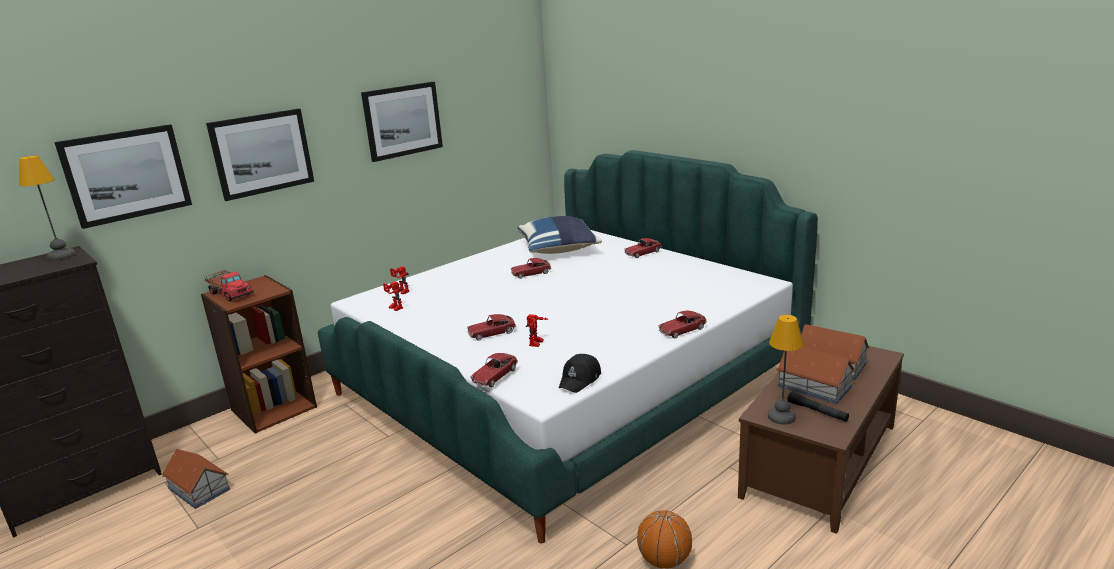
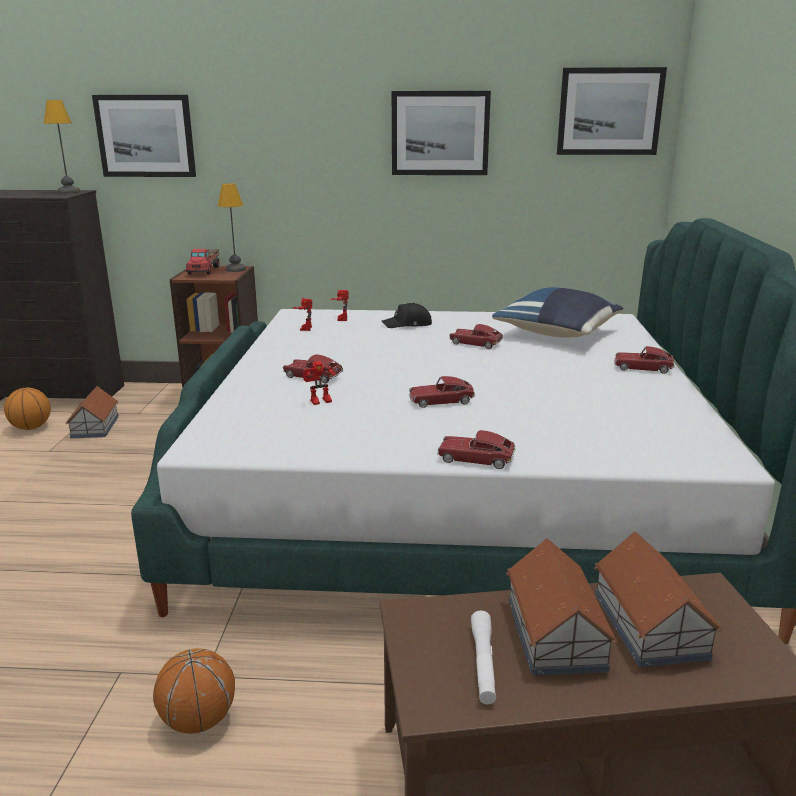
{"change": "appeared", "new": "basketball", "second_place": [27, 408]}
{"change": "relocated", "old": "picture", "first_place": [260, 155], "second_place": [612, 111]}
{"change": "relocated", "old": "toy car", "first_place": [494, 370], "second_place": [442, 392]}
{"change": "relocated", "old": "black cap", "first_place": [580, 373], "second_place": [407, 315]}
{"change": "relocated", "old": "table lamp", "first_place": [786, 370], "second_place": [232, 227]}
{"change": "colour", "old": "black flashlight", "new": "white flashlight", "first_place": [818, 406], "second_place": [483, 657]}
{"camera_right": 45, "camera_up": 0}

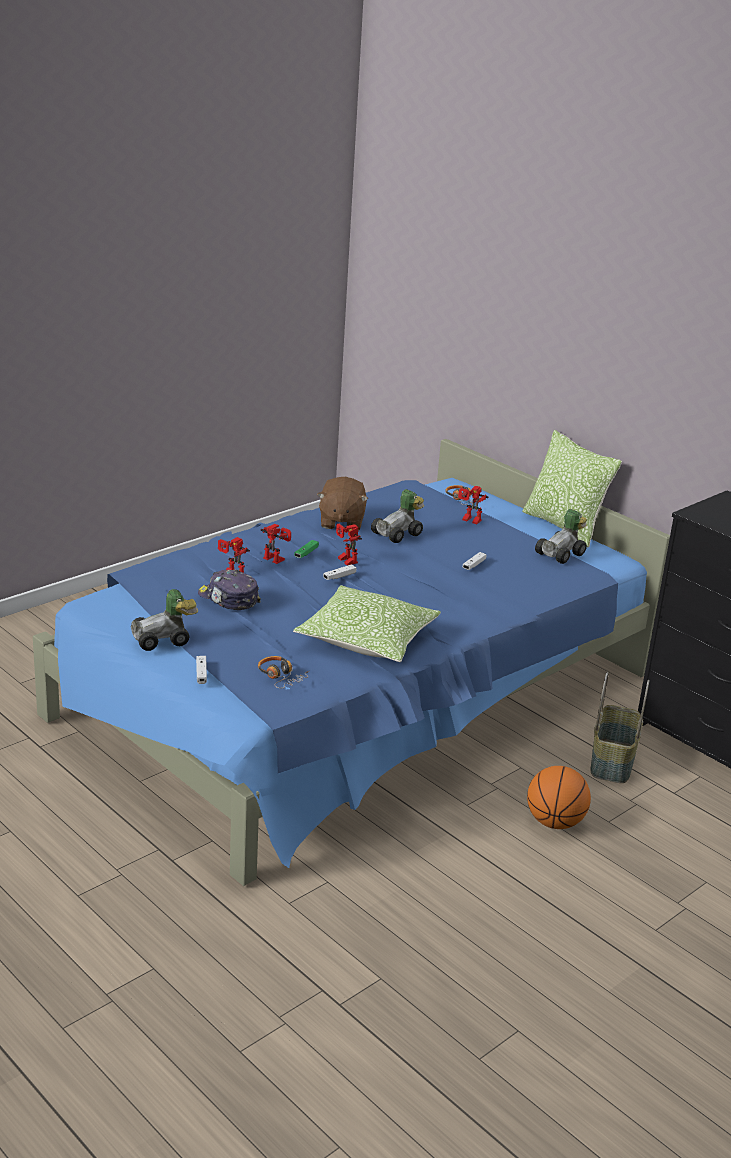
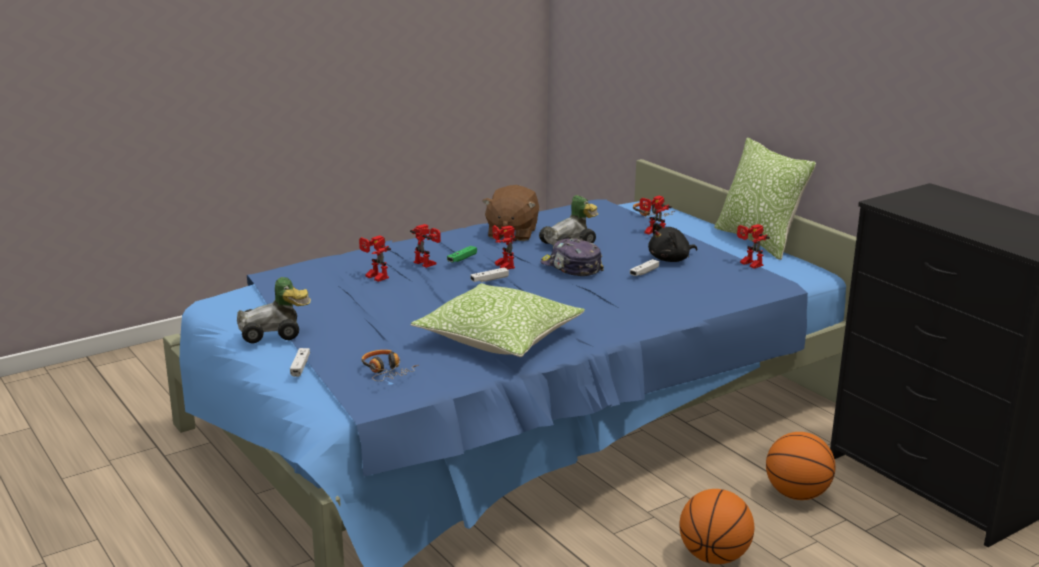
{"change": "appeared", "new": "black plush toy", "second_place": [673, 242]}
{"change": "relocated", "old": "cap", "first_place": [229, 590], "second_place": [572, 257]}
{"change": "exchanged", "old": "toy car", "new": "toy robot", "first_place": [561, 536], "second_place": [753, 246]}
{"change": "exchanged", "old": "basket", "new": "basketball", "first_place": [620, 727], "second_place": [801, 466]}
{"camera_right": 10, "camera_up": -5}

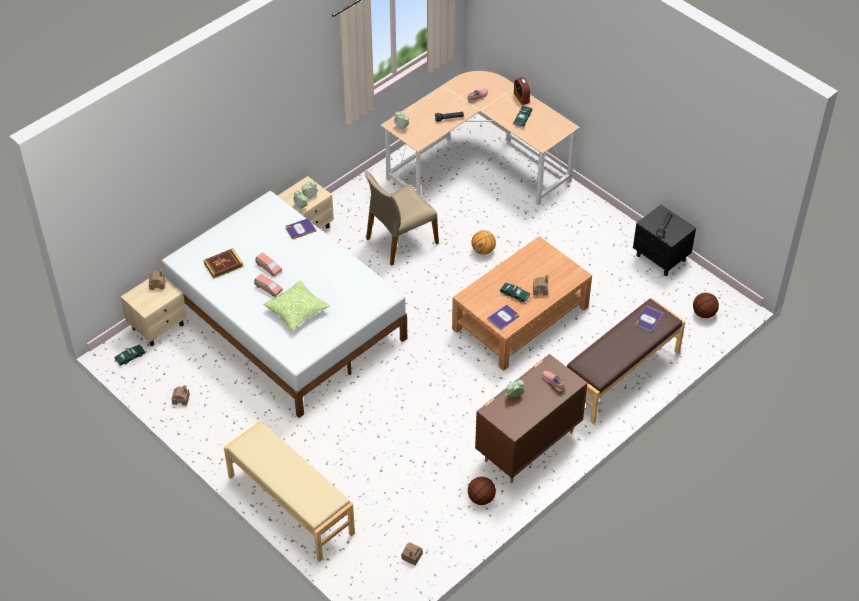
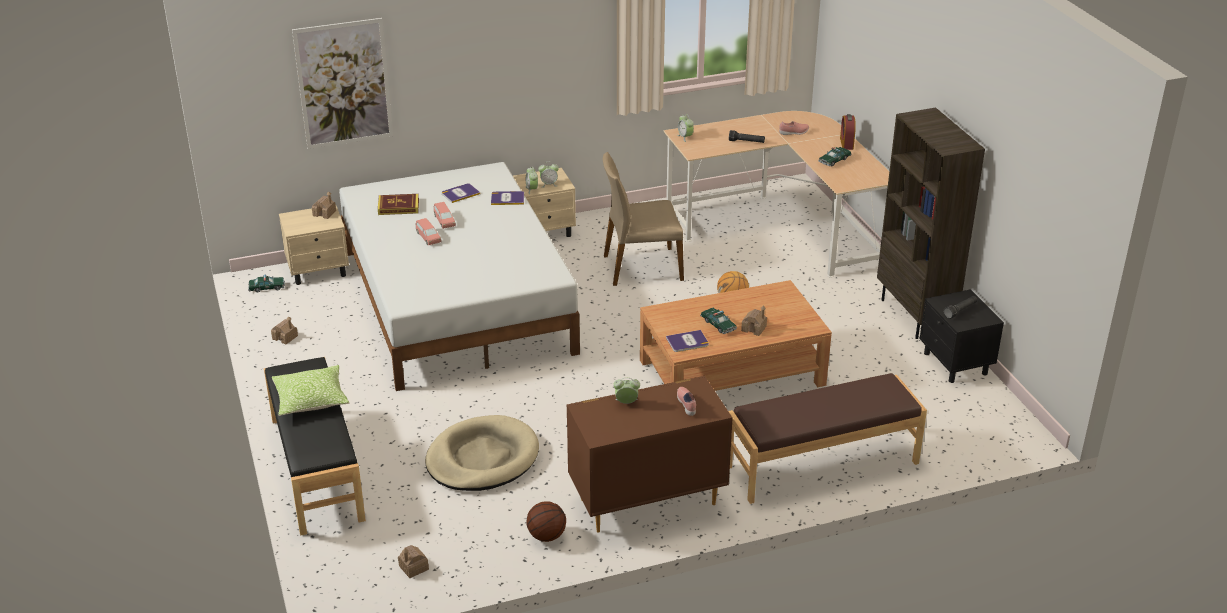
{"change": "missing", "old": "basketball", "first_place": [706, 305]}
{"change": "appeared", "new": "picture", "second_place": [342, 83]}
{"change": "appeared", "new": "beige dog bed", "second_place": [482, 453]}
{"change": "appeared", "new": "brown bookcase", "second_place": [931, 223]}
{"change": "relocated", "old": "pillow", "first_place": [297, 305], "second_place": [310, 390]}
{"change": "relocated", "old": "book", "first_place": [648, 319], "second_place": [461, 193]}
{"change": "colour", "old": "beige bench", "new": "black bench", "first_place": [289, 491], "second_place": [315, 446]}
{"camera_right": 25, "camera_up": -15}

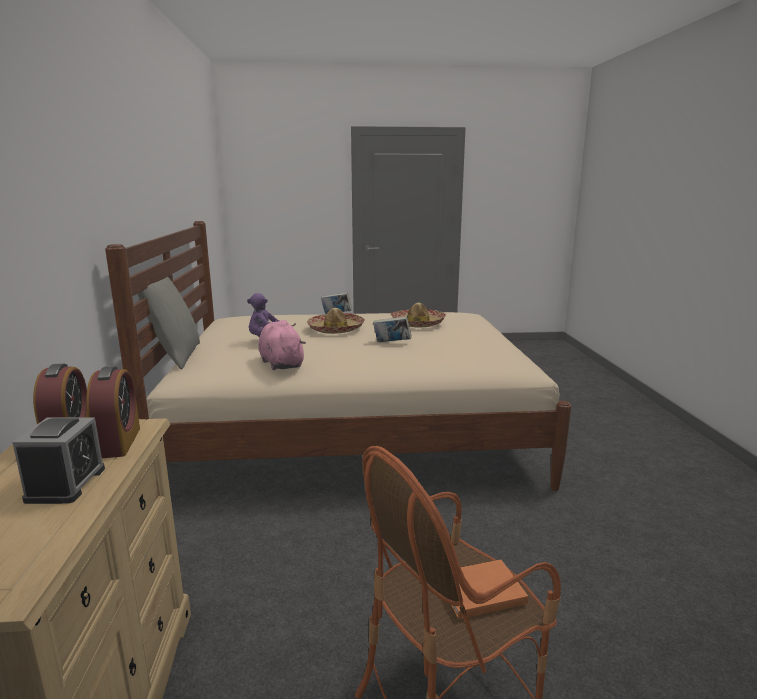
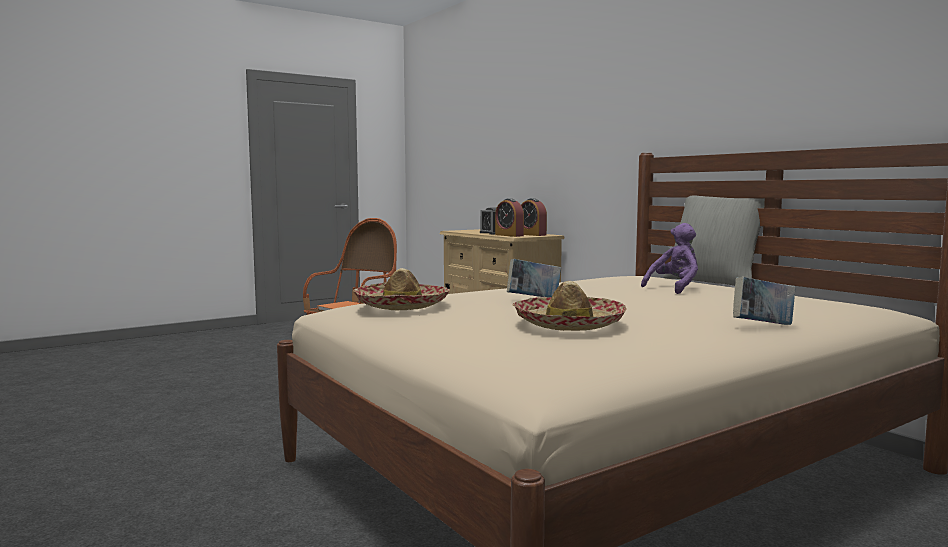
{"change": "missing", "old": "pink plush toy", "first_place": [282, 345]}
{"change": "relocated", "old": "hat", "first_place": [336, 321], "second_place": [401, 289]}
{"camera_right": 150, "camera_up": -10}

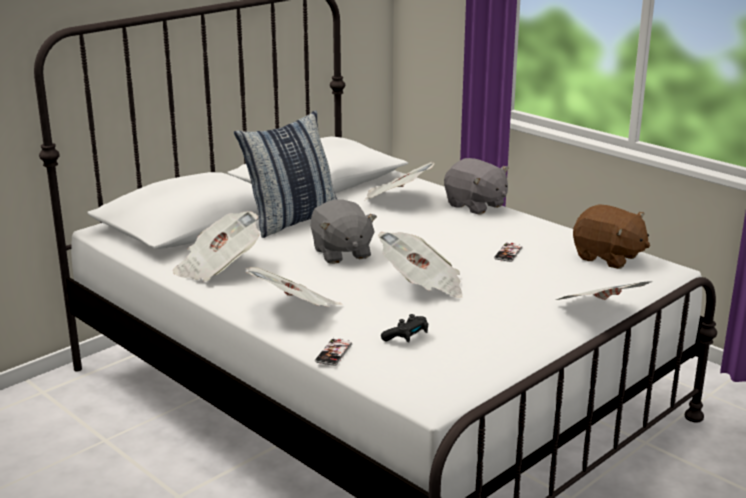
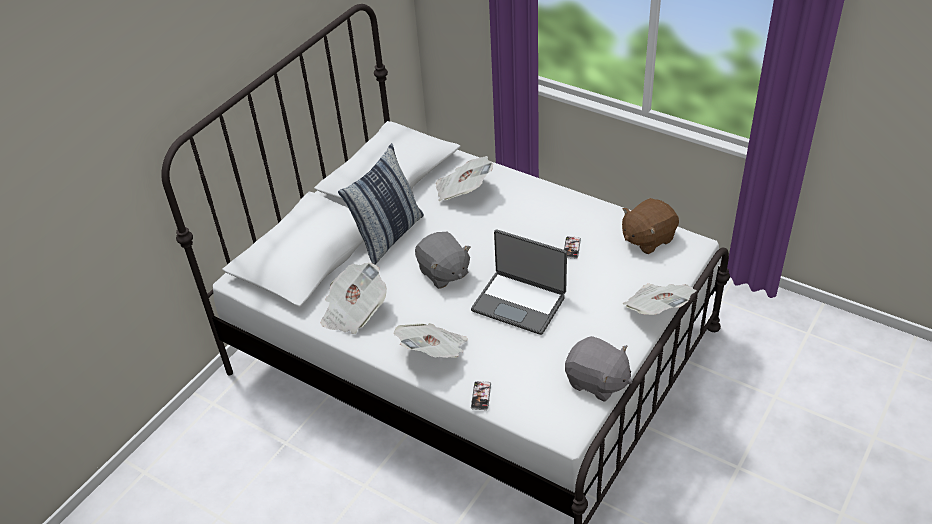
{"change": "missing", "old": "black game controller", "first_place": [404, 328]}
{"change": "relocated", "old": "grey plush toy", "first_place": [476, 186], "second_place": [598, 369]}
{"change": "exchanged", "old": "newspaper", "new": "laptop", "first_place": [420, 265], "second_place": [519, 282]}
{"change": "spun", "old": "brown plush toy", "first_place": [611, 236], "second_place": [650, 226], "degrees": 120}
{"camera_right": -10, "camera_up": 20}

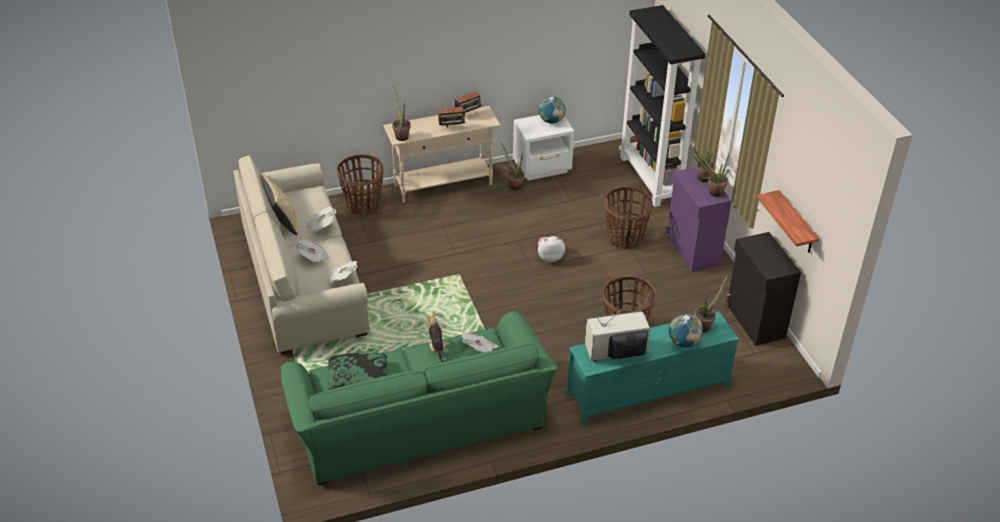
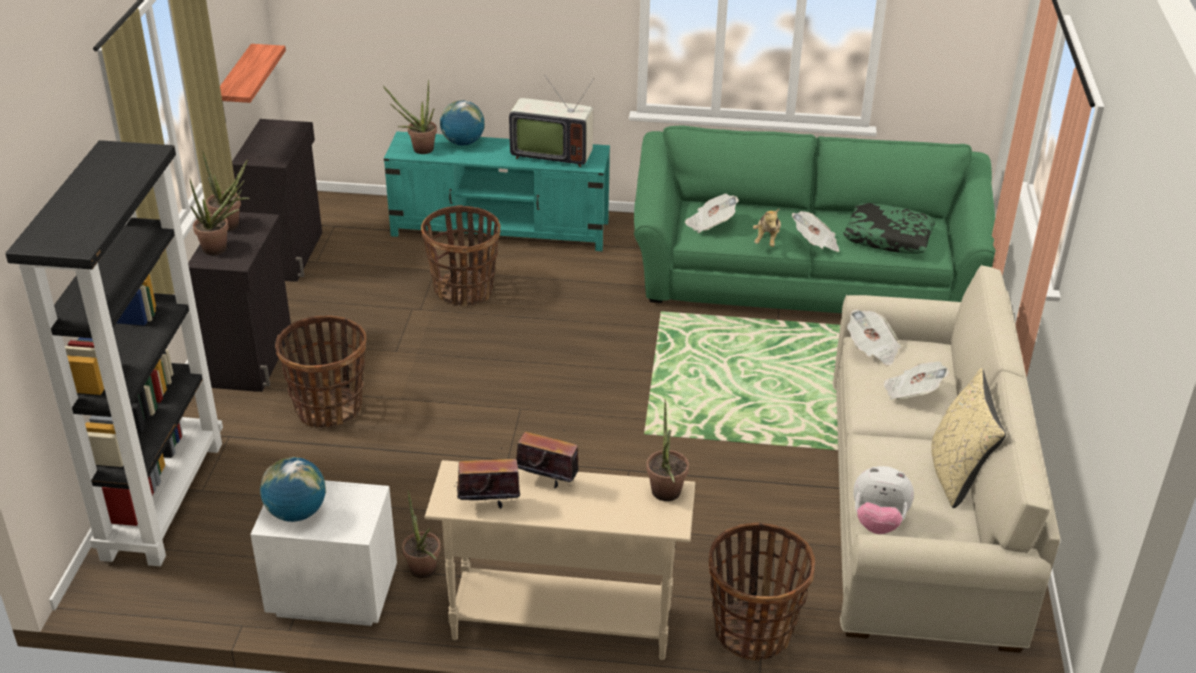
{"change": "relocated", "old": "newspaper", "first_place": [320, 220], "second_place": [815, 231]}
{"change": "relocated", "old": "plush toy", "first_place": [551, 249], "second_place": [884, 500]}
{"change": "colour", "old": "purple cabinet", "new": "black cabinet", "first_place": [698, 219], "second_place": [240, 302]}
{"camera_right": -155, "camera_up": -5}

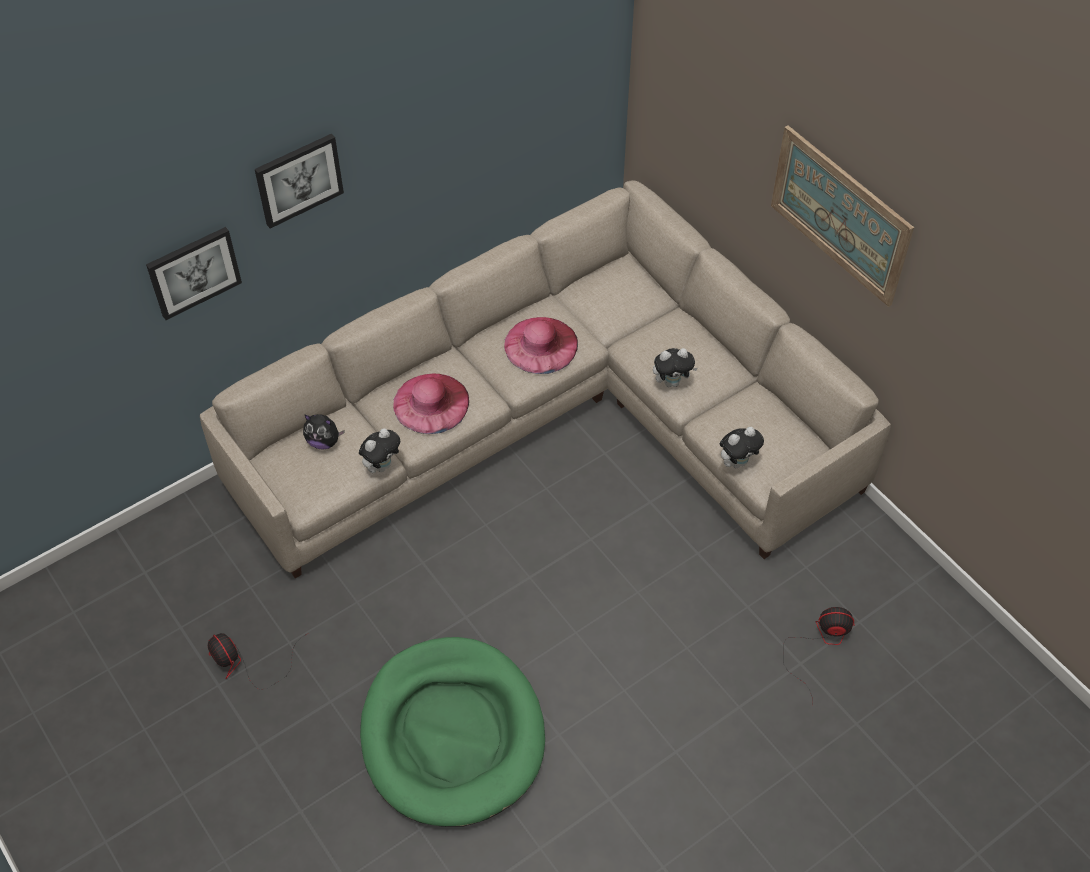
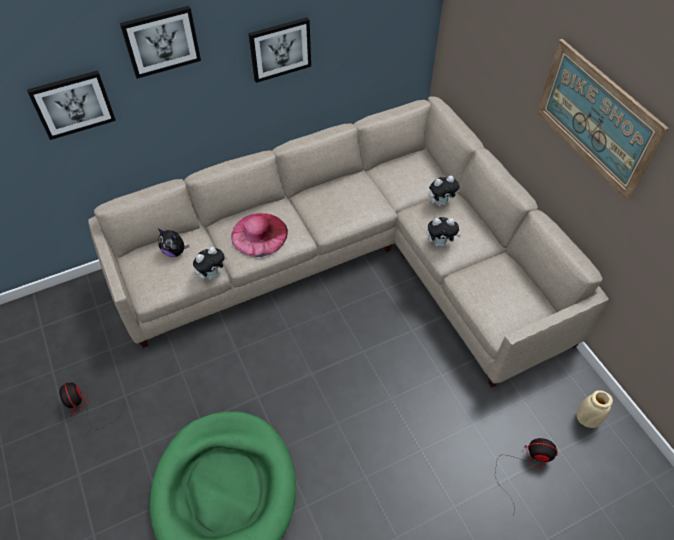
{"change": "missing", "old": "pink hat", "first_place": [541, 345]}
{"change": "appeared", "new": "picture", "second_place": [280, 50]}
{"change": "appeared", "new": "beige vase", "second_place": [595, 409]}
{"change": "relocated", "old": "plush toy", "first_place": [742, 447], "second_place": [444, 191]}
{"camera_right": 10, "camera_up": 0}

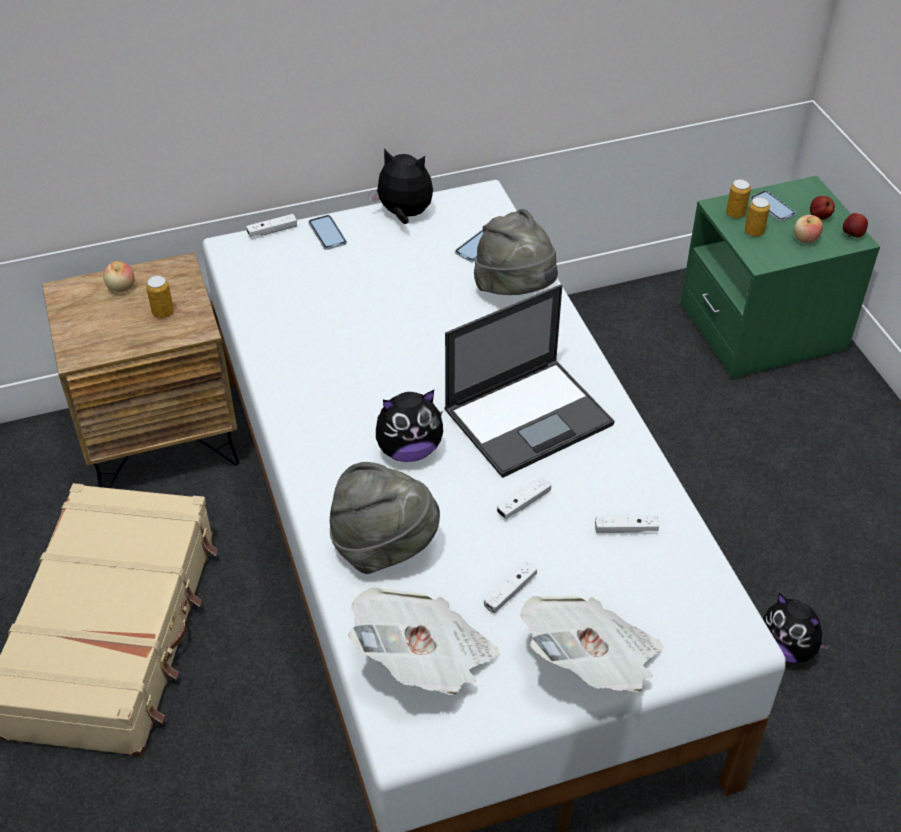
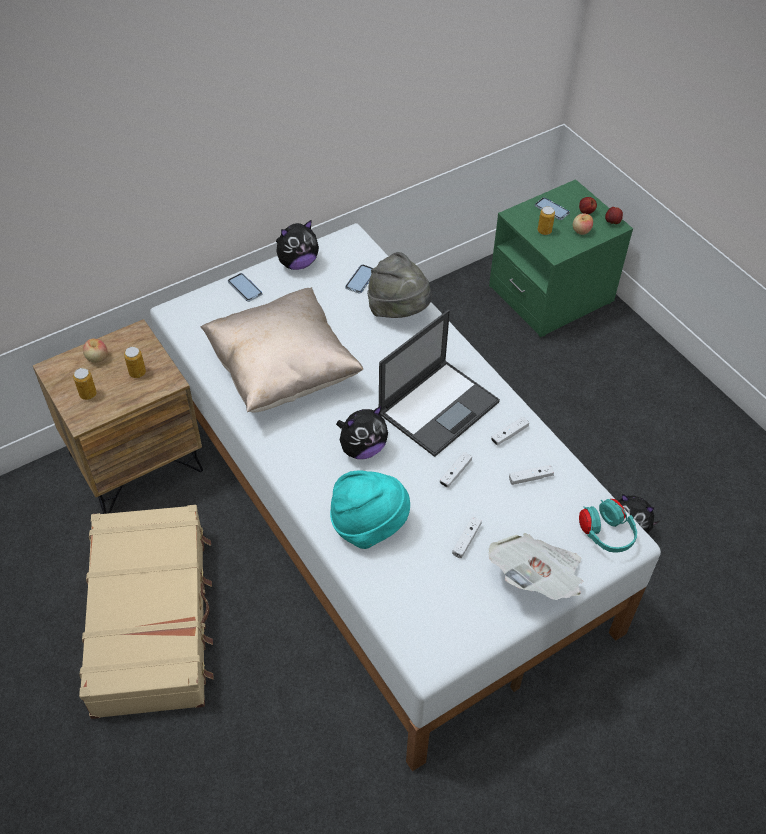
{"change": "missing", "old": "newspaper", "first_place": [423, 641]}
{"change": "appeared", "new": "beige pillow", "second_place": [281, 350]}
{"change": "appeared", "new": "turquoise headphones", "second_place": [608, 526]}
{"change": "relocated", "old": "white game controller", "first_place": [271, 225], "second_place": [510, 431]}
{"change": "relocated", "old": "can", "first_place": [738, 199], "second_place": [85, 384]}
{"change": "colour", "old": "grey hat", "new": "turquoise hat", "first_place": [385, 518], "second_place": [370, 510]}
{"change": "spun", "old": "plush toy", "first_place": [400, 186], "second_place": [297, 244], "degrees": 150}
{"camera_right": -15, "camera_up": 5}

